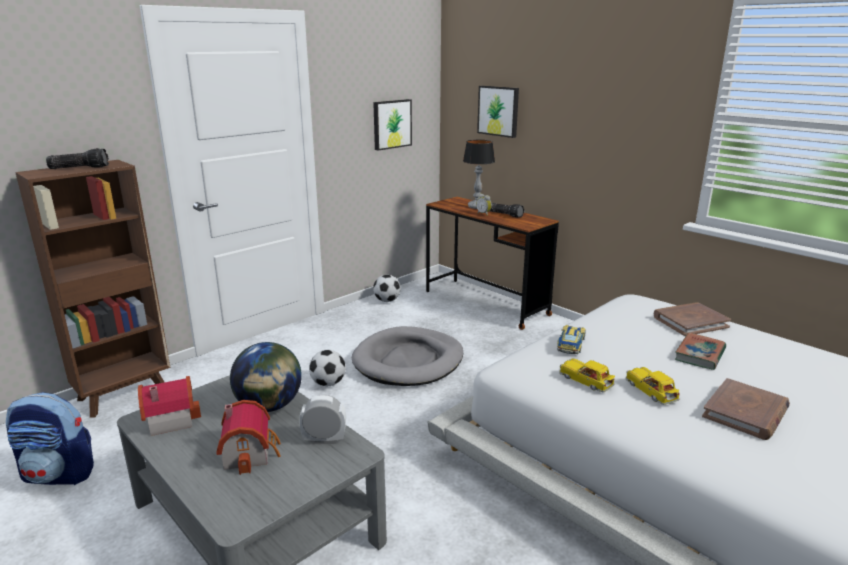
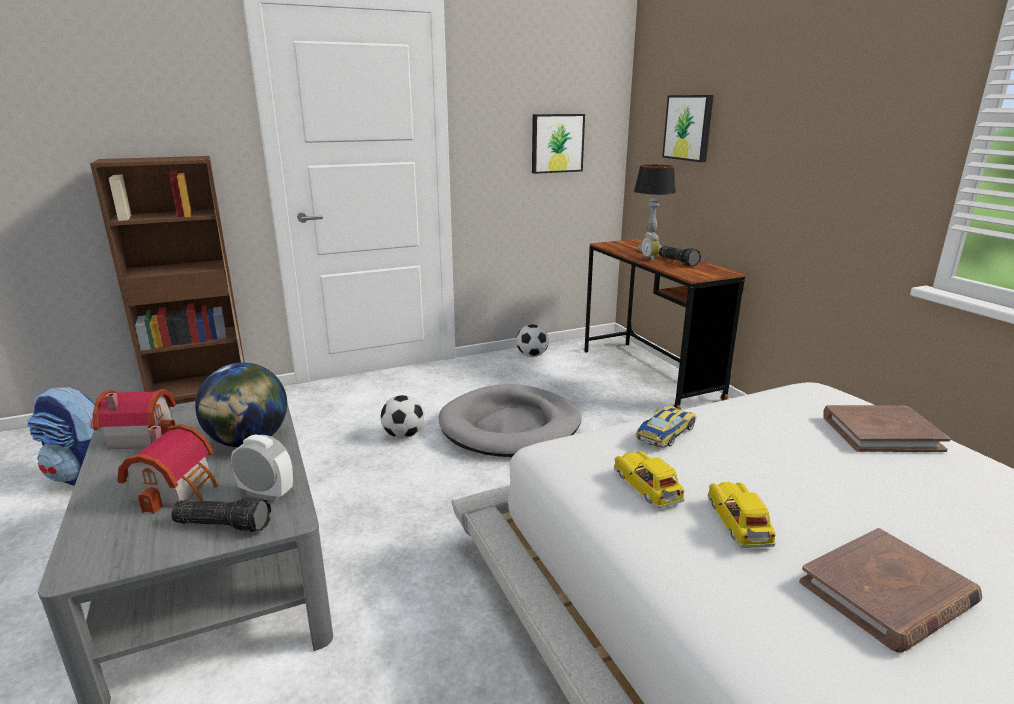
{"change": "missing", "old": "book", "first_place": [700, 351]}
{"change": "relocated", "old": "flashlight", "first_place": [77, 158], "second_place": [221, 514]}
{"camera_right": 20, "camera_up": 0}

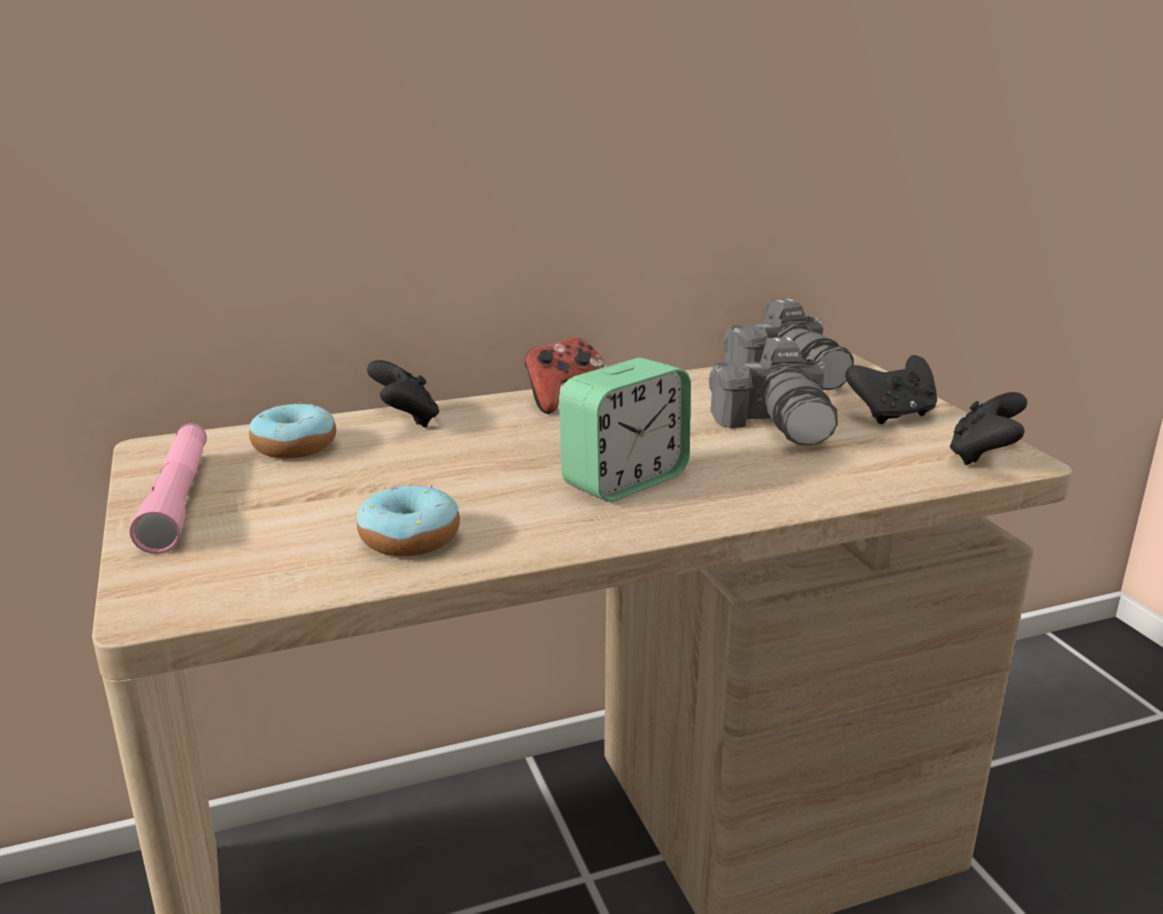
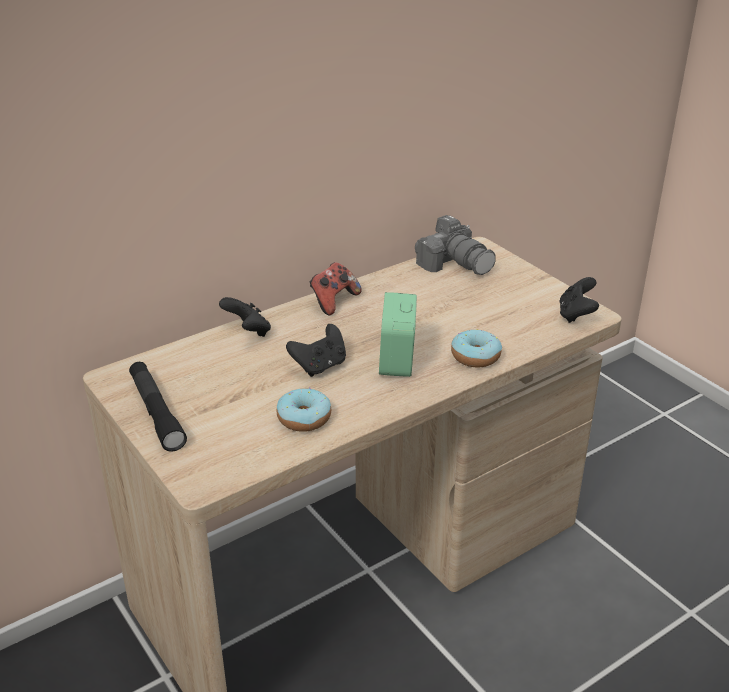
{"change": "missing", "old": "photo camera", "first_place": [773, 391]}
{"change": "relocated", "old": "donut", "first_place": [292, 430], "second_place": [476, 348]}
{"change": "relocated", "old": "black game controller", "first_place": [891, 389], "second_place": [316, 350]}
{"change": "colour", "old": "pink flashlight", "new": "black flashlight", "first_place": [168, 489], "second_place": [158, 407]}
{"change": "spun", "old": "alarm clock", "first_place": [625, 430], "second_place": [398, 334], "degrees": 150}
{"camera_right": -15, "camera_up": 10}

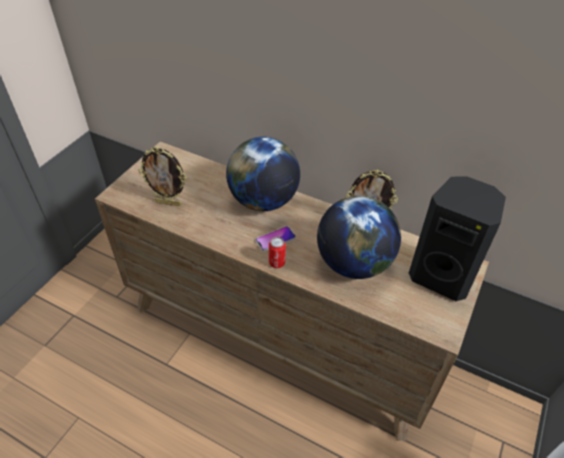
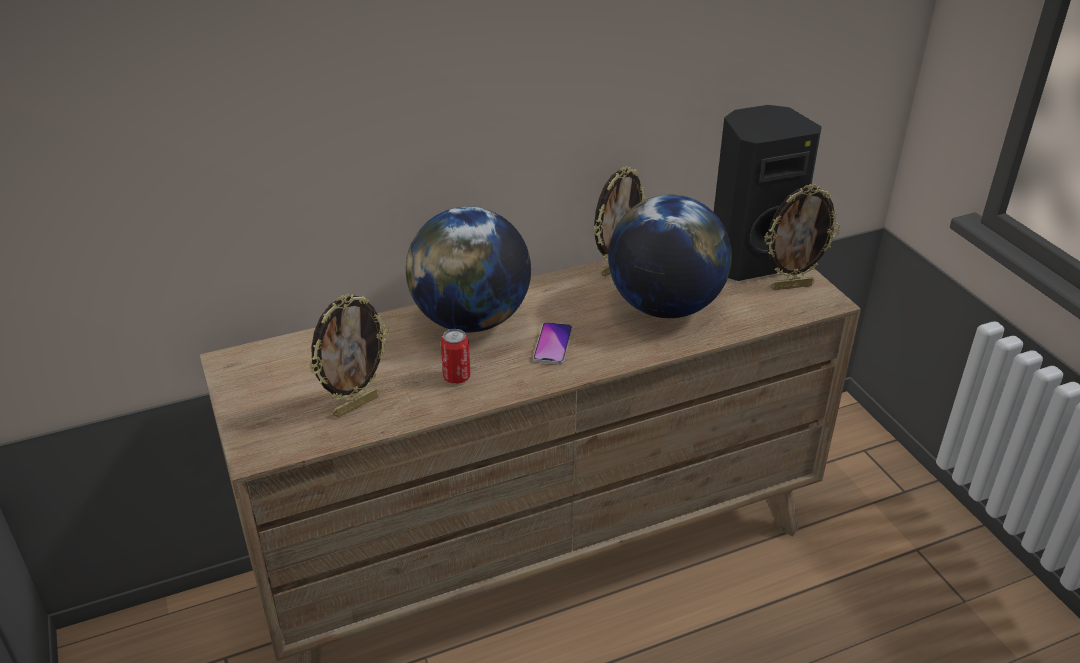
{"change": "appeared", "new": "picture frame", "second_place": [802, 237]}
{"change": "relocated", "old": "can", "first_place": [277, 252], "second_place": [455, 356]}
{"camera_right": -50, "camera_up": -10}

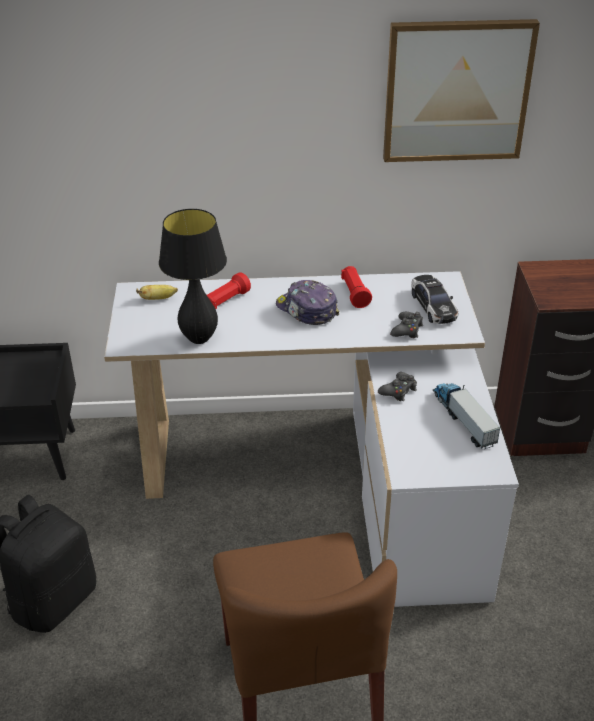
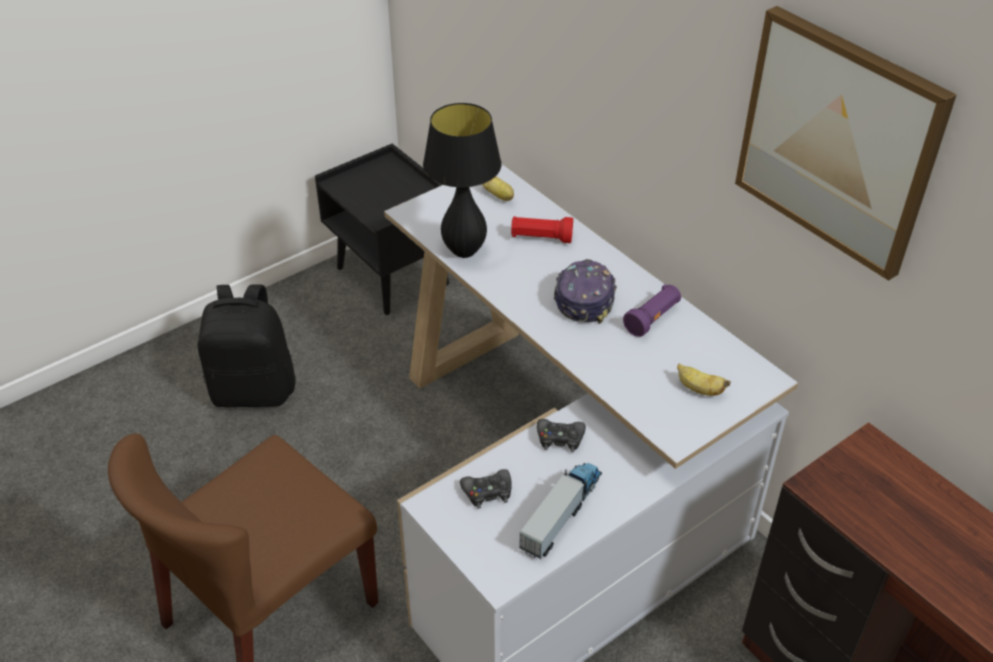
{"change": "relocated", "old": "black game controller", "first_place": [406, 325], "second_place": [486, 489]}
{"change": "exchanged", "old": "toy car", "new": "banana", "first_place": [434, 299], "second_place": [703, 380]}
{"change": "colour", "old": "red flashlight", "new": "purple flashlight", "first_place": [356, 287], "second_place": [652, 310]}
{"camera_right": 55, "camera_up": 5}

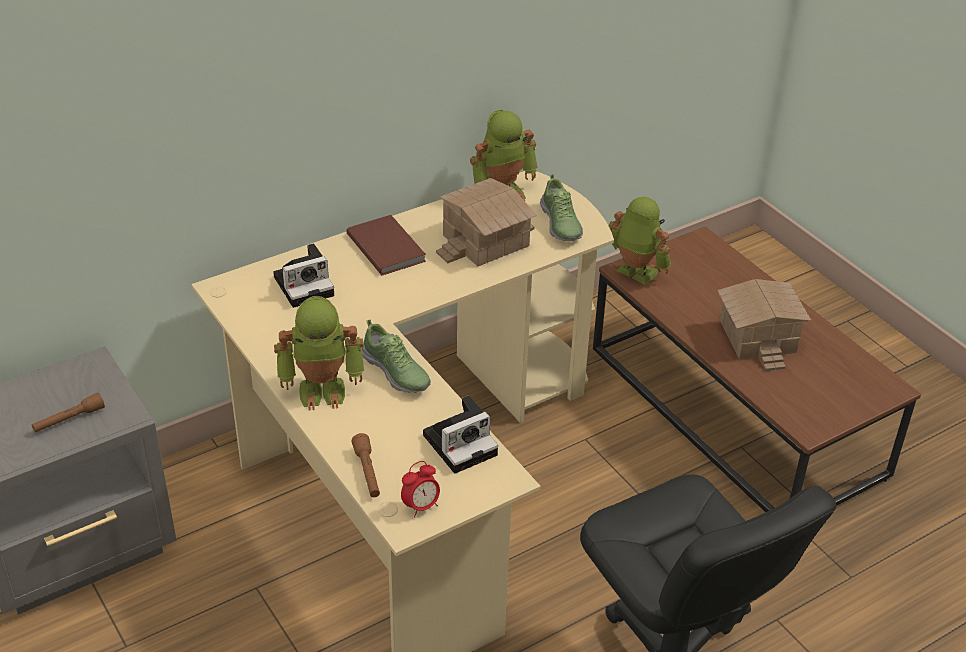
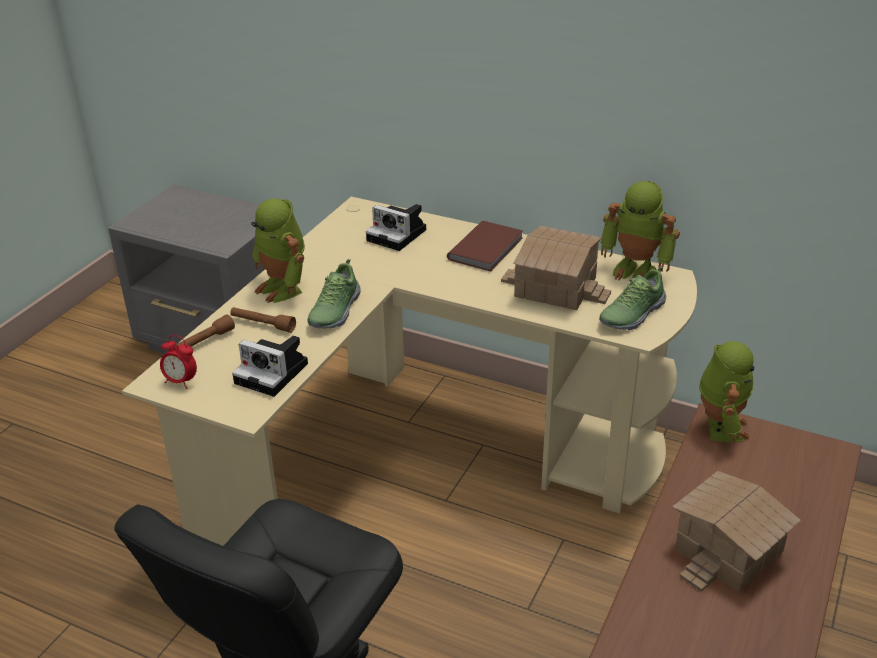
{"change": "relocated", "old": "brown flashlight", "first_place": [68, 413], "second_place": [263, 320]}
{"camera_right": 60, "camera_up": -5}

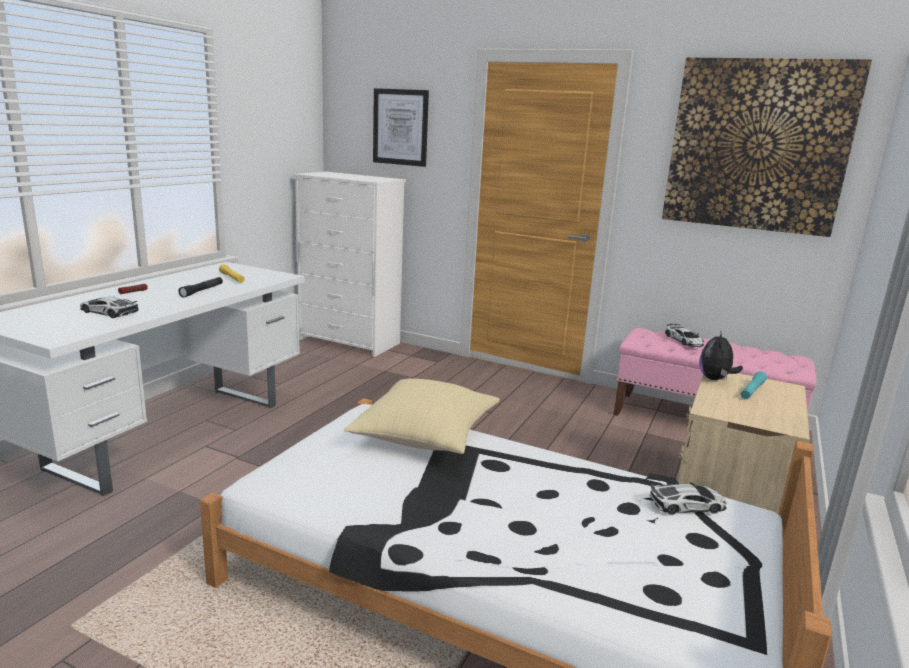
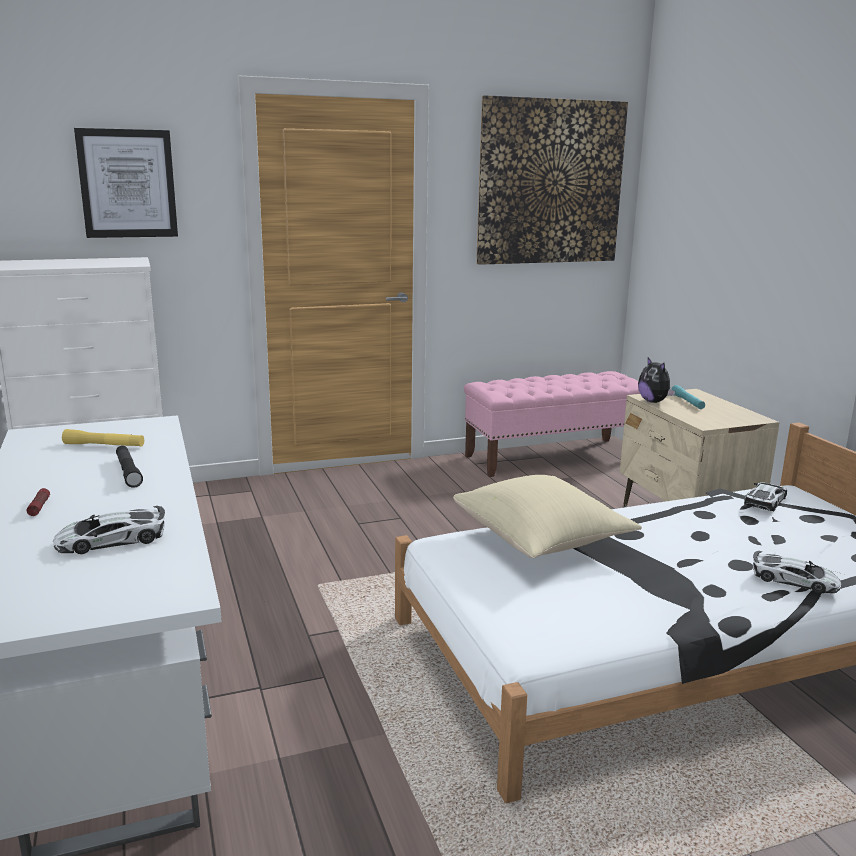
{"change": "relocated", "old": "toy car", "first_place": [684, 335], "second_place": [797, 572]}
{"camera_right": -45, "camera_up": 0}

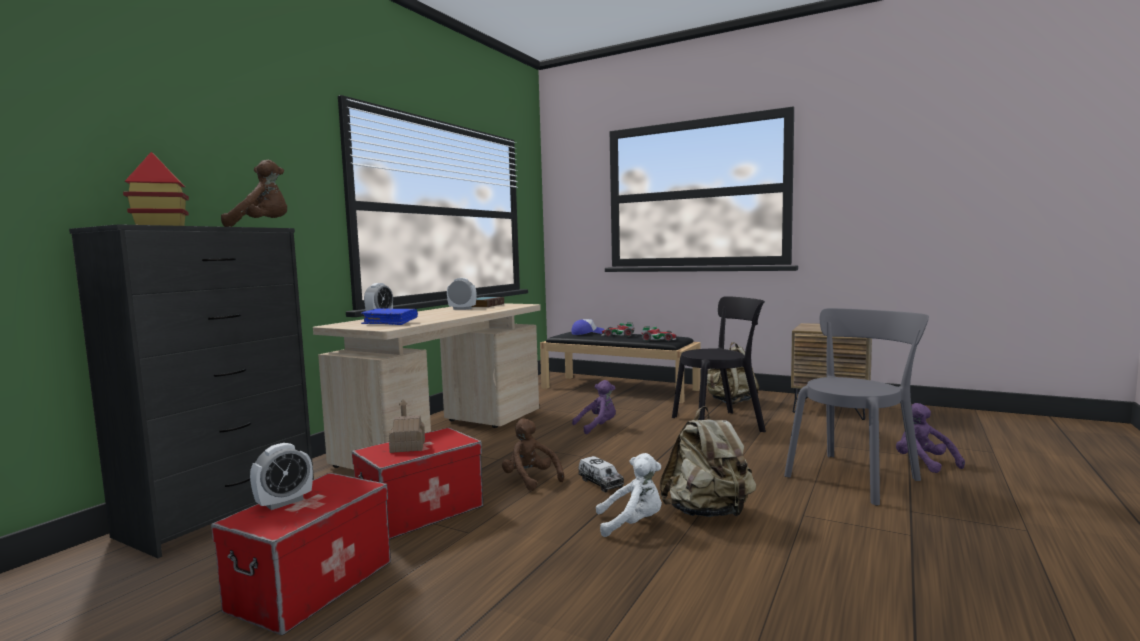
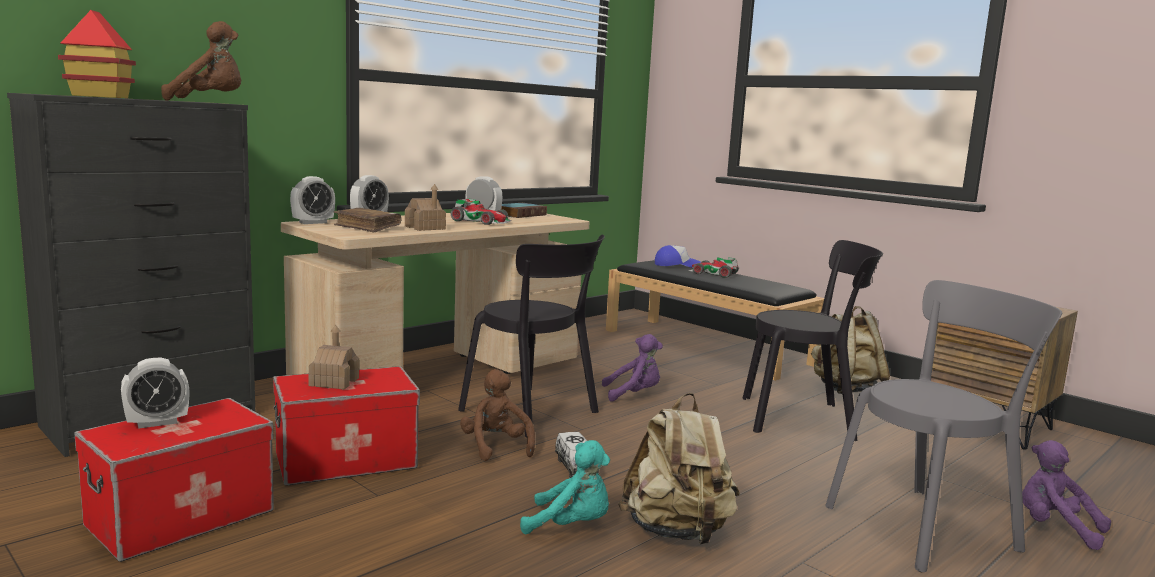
{"change": "appeared", "new": "alarm clock", "second_place": [312, 200]}
{"change": "appeared", "new": "toy house", "second_place": [425, 207]}
{"change": "appeared", "new": "black chair", "second_place": [531, 336]}
{"change": "relocated", "old": "toy car", "first_place": [659, 333], "second_place": [481, 211]}
{"change": "colour", "old": "blue book", "new": "brown book", "first_place": [389, 316], "second_place": [367, 220]}
{"change": "colour", "old": "white plush toy", "new": "turquoise plush toy", "first_place": [629, 495], "second_place": [565, 487]}
{"change": "spun", "old": "purple plush toy", "first_place": [930, 438], "second_place": [1066, 495], "degrees": -45}
{"camera_right": 15, "camera_up": 5}

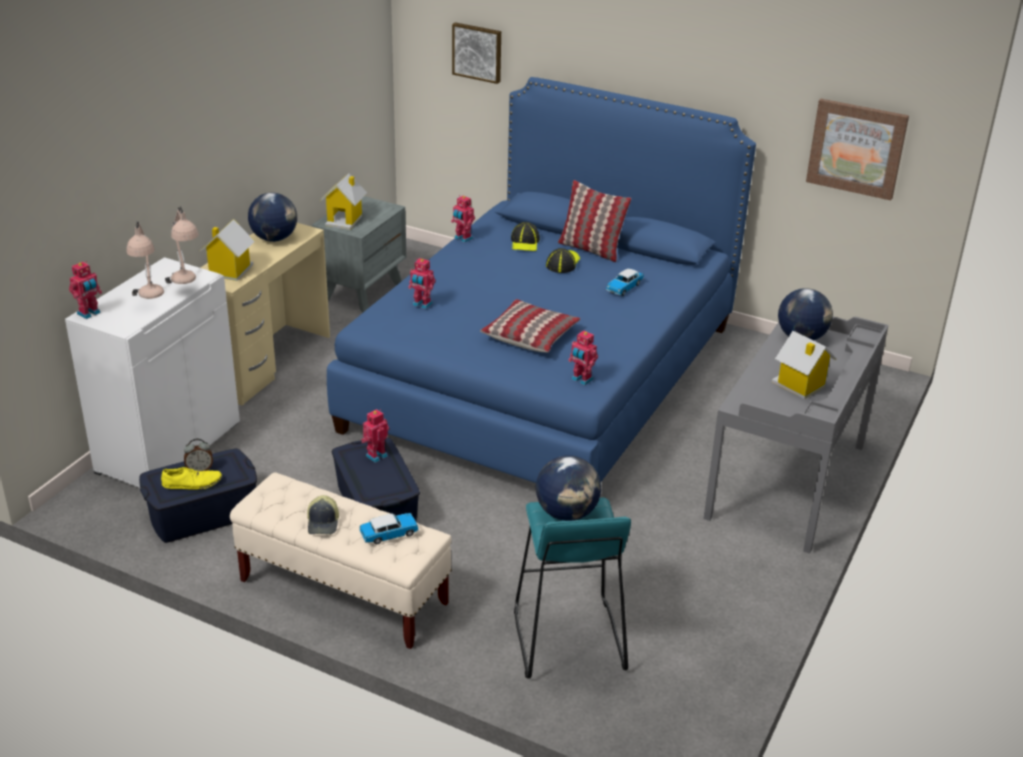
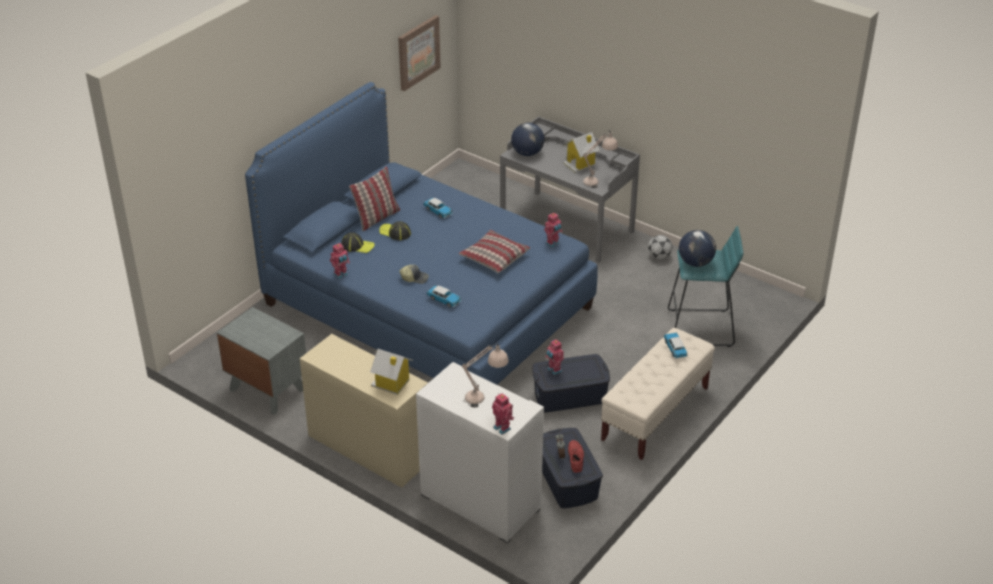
{"change": "missing", "old": "globe", "first_place": [272, 217]}
{"change": "missing", "old": "toy house", "first_place": [343, 201]}
{"change": "missing", "old": "picture", "first_place": [476, 53]}
{"change": "appeared", "new": "football", "second_place": [660, 247]}
{"change": "relocated", "old": "beige table lamp", "first_place": [182, 245], "second_place": [600, 159]}
{"change": "relocated", "old": "cap", "first_place": [323, 514], "second_place": [414, 274]}
{"change": "exchanged", "old": "toy robot", "new": "toy car", "first_place": [422, 283], "second_place": [444, 296]}
{"change": "colour", "old": "yellow shoe", "new": "red shoe", "first_place": [191, 478], "second_place": [576, 456]}
{"camera_right": -80, "camera_up": 5}

